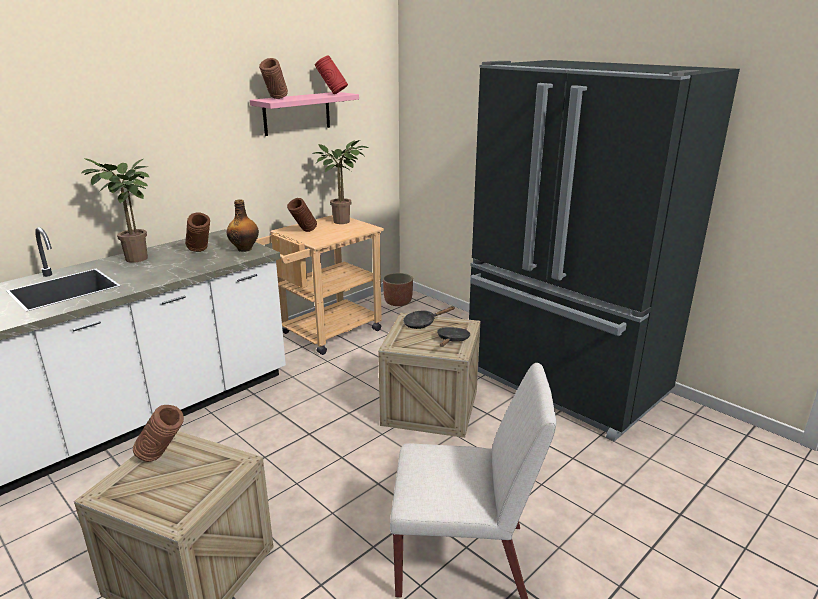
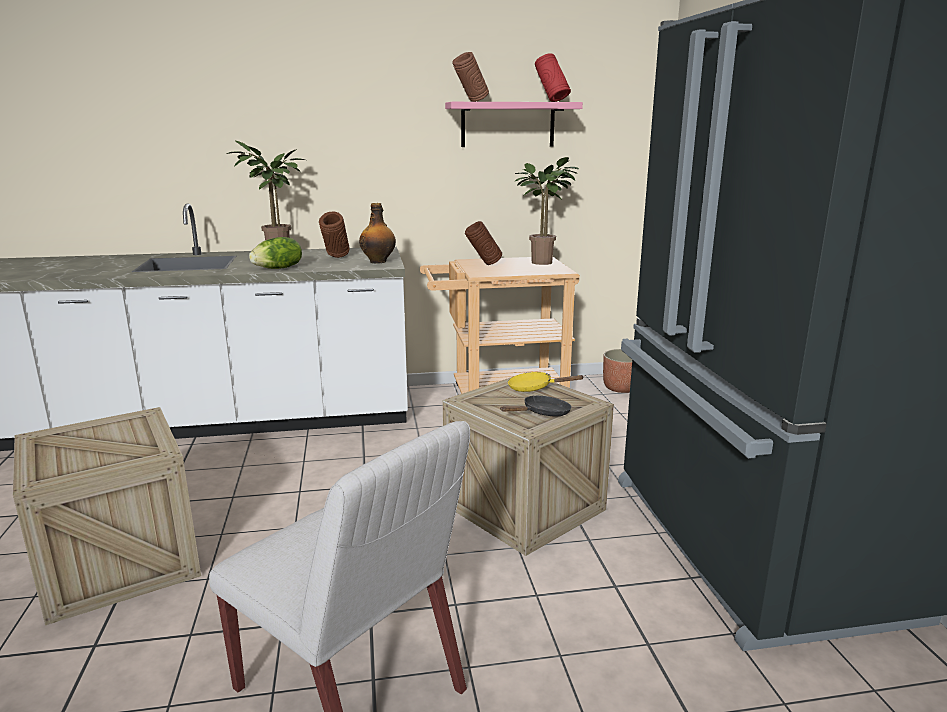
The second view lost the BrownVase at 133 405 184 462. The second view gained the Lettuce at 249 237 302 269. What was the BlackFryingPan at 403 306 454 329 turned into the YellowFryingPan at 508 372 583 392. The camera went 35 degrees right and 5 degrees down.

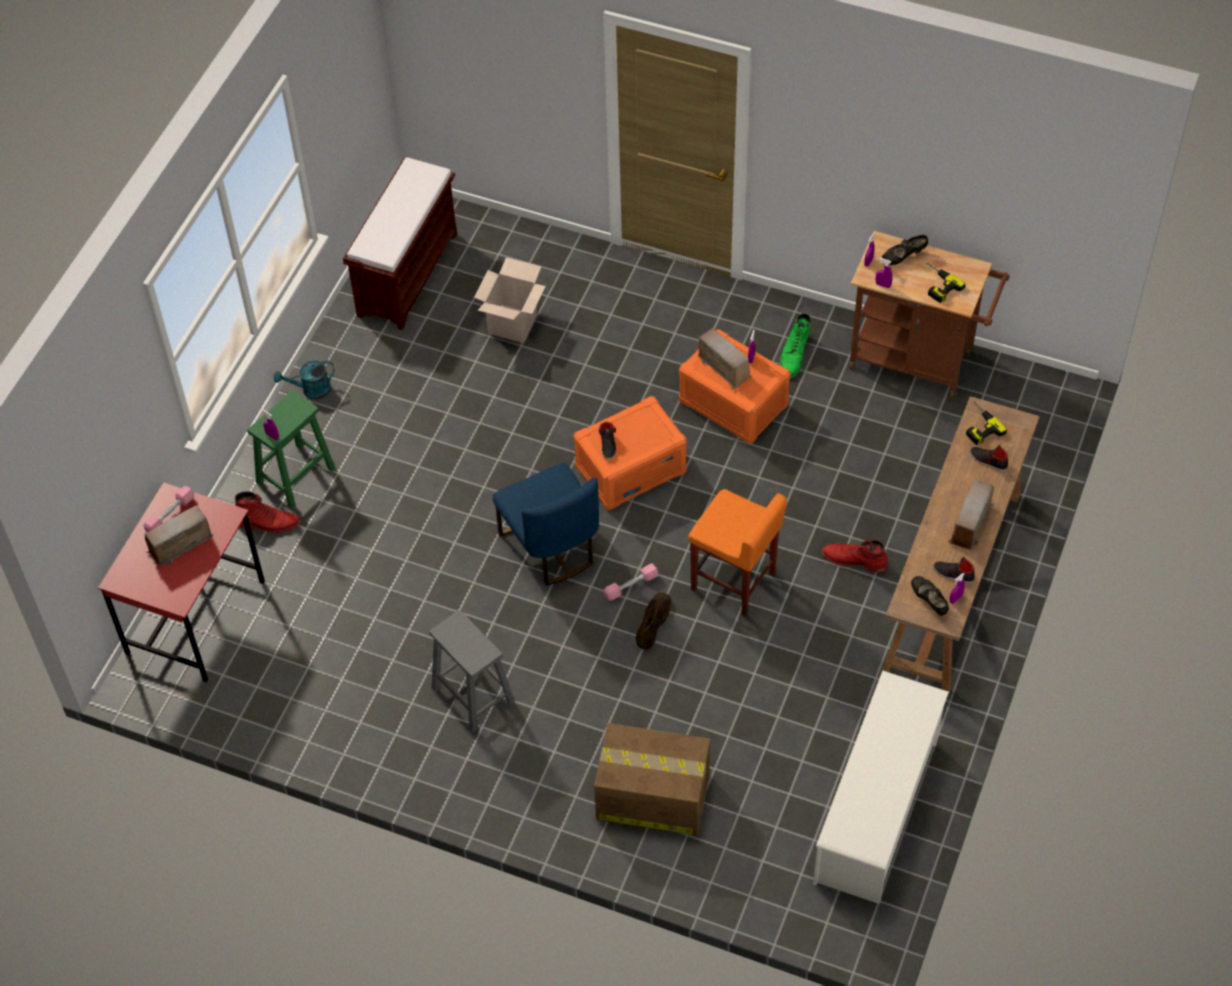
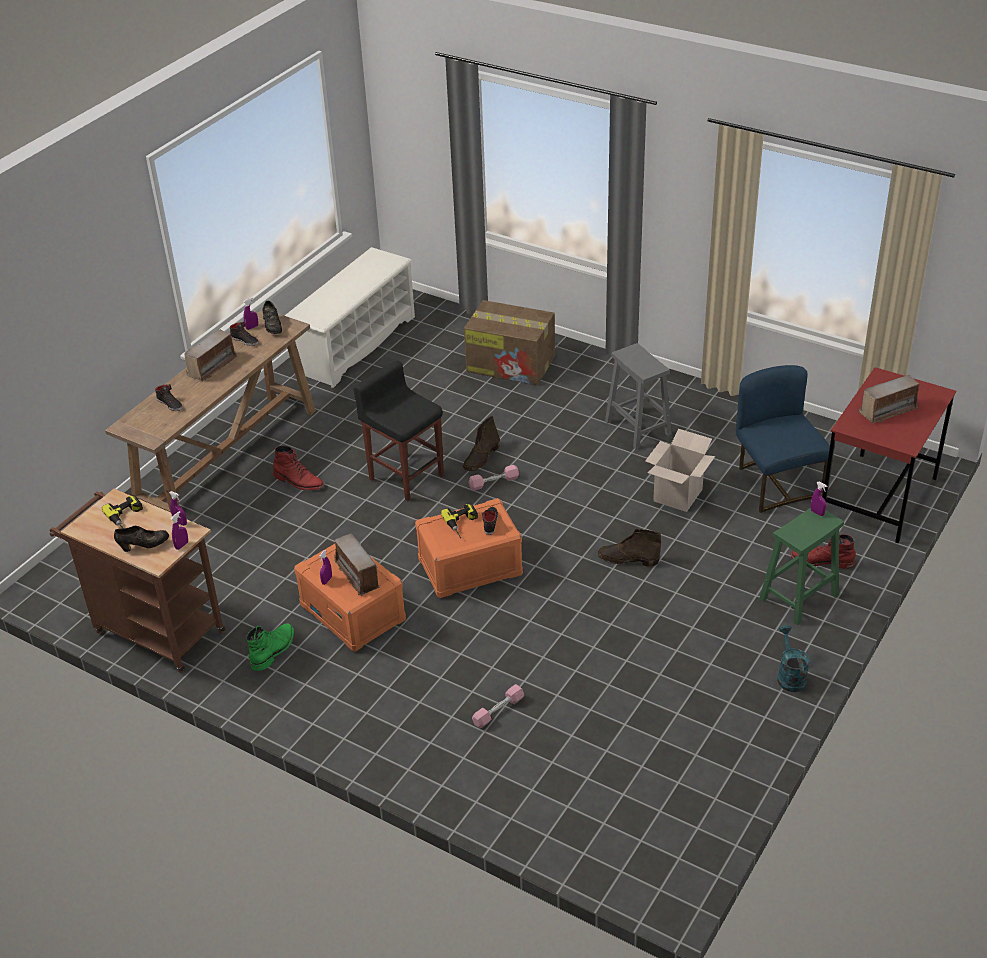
The second view lost the BrownBench at 343 156 457 330. The second view gained the BrownBoot at 598 529 661 567. The PinkDumbbell ended up elsewhere, having gone from 143 486 194 532 to 472 684 524 728. The CardboardBox ended up elsewhere, having gone from 474 257 546 343 to 645 429 715 512. The BlueChair ended up elsewhere, having gone from 493 463 599 586 to 736 365 830 513. The PowerDrill ended up elsewhere, having gone from 966 401 1007 445 to 441 504 478 538. What was the OrangeStool at 688 489 787 617 turned into the BlackStool at 354 361 444 501. The TurquoiseWateringCan at 274 360 335 399 ended up facing another way, 90 degrees counterclockwise from before. The camera went 170 degrees left and 15 degrees down.

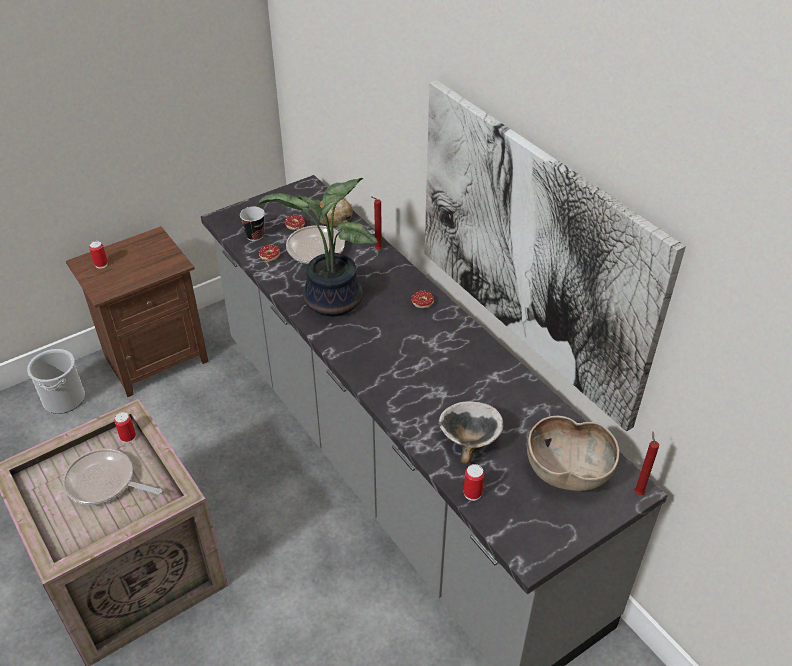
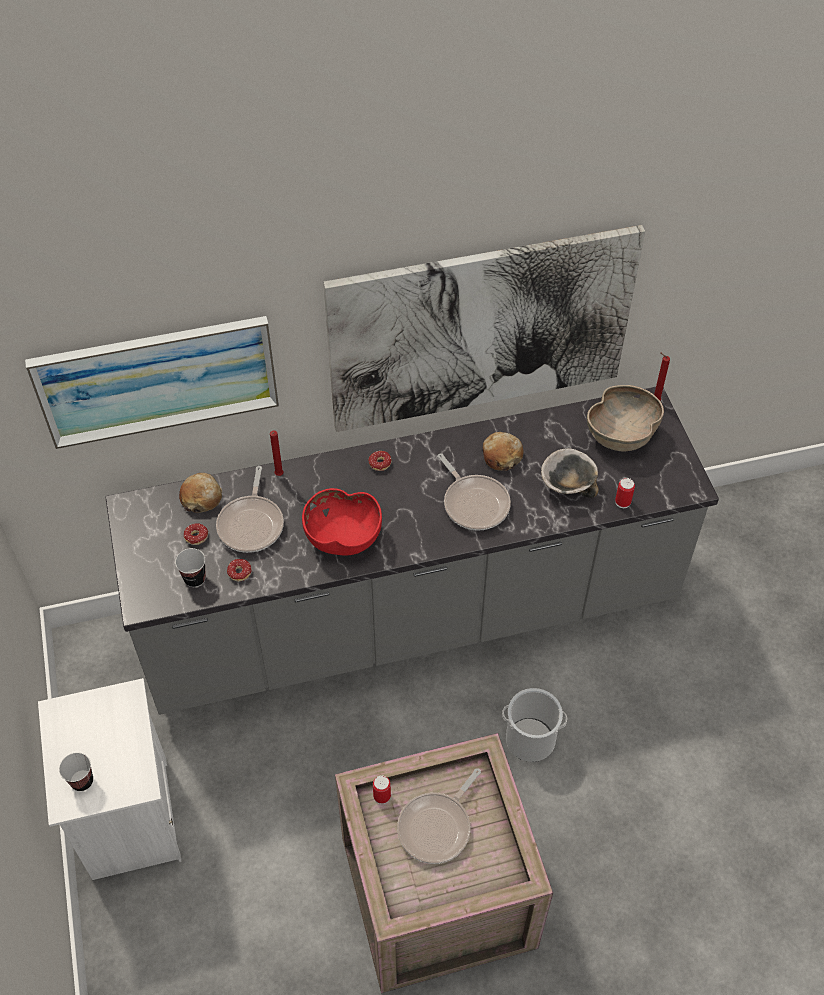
The second view gained the Picture at 25 316 279 449. The second view gained the FryingPan at 437 453 511 531. The second view gained the Bread at 483 432 523 471. The Bucket ended up elsewhere, having gone from 27 349 85 414 to 502 688 567 762. Where the Can stood at 89 241 108 269, the Cup came to stand at 59 752 93 791. Where the PottedPlant stood at 258 178 378 316, the RedBowl came to stand at 302 488 382 556. What was the BrownNightstand at 66 226 209 397 turned into the WhiteNightstand at 38 678 181 880. The camera went 70 degrees left and 10 degrees up.

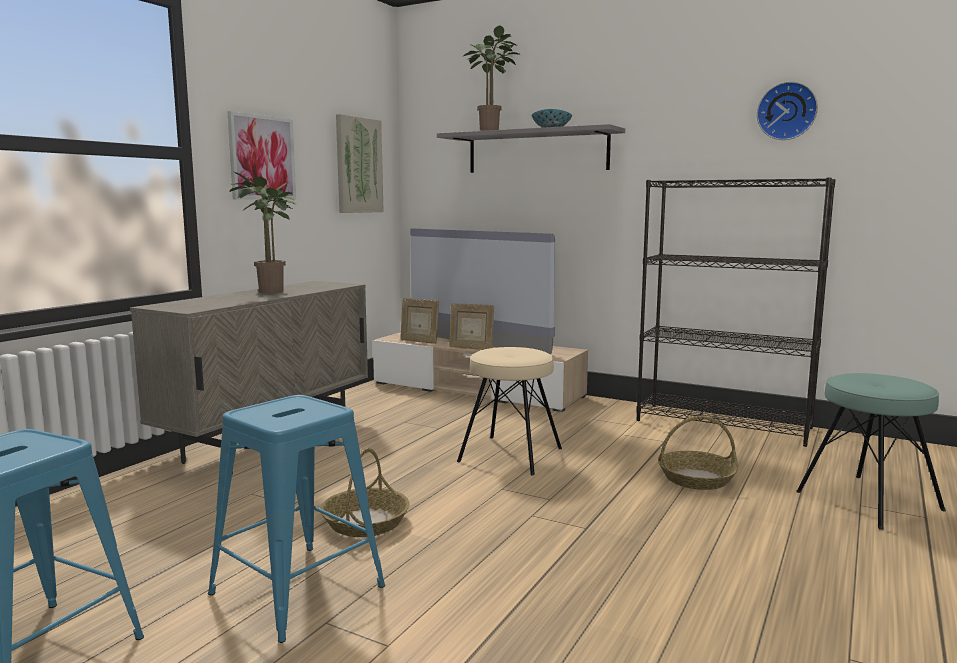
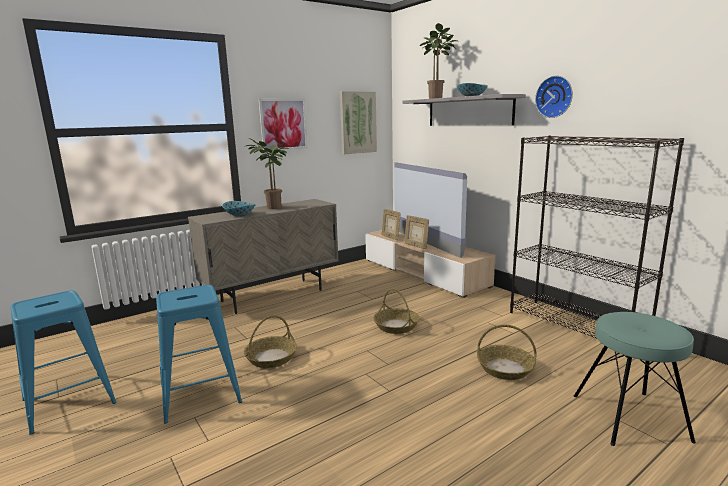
The second view gained the Bowl at 222 201 256 217. The WallClock ended up elsewhere, having gone from 757 81 818 140 to 535 76 573 118. Where the BeigeStool stood at 457 347 562 475, the Basket came to stand at 373 288 419 334. The camera went 25 degrees right and 5 degrees up.

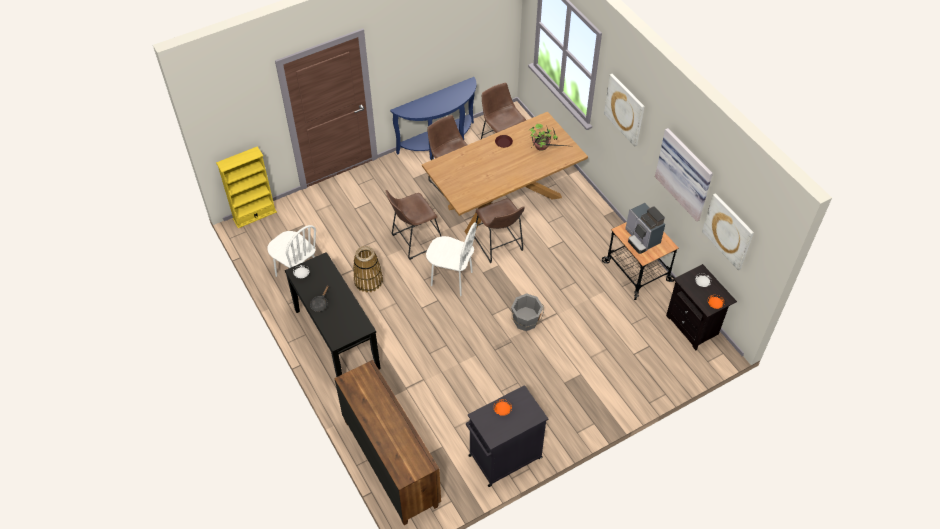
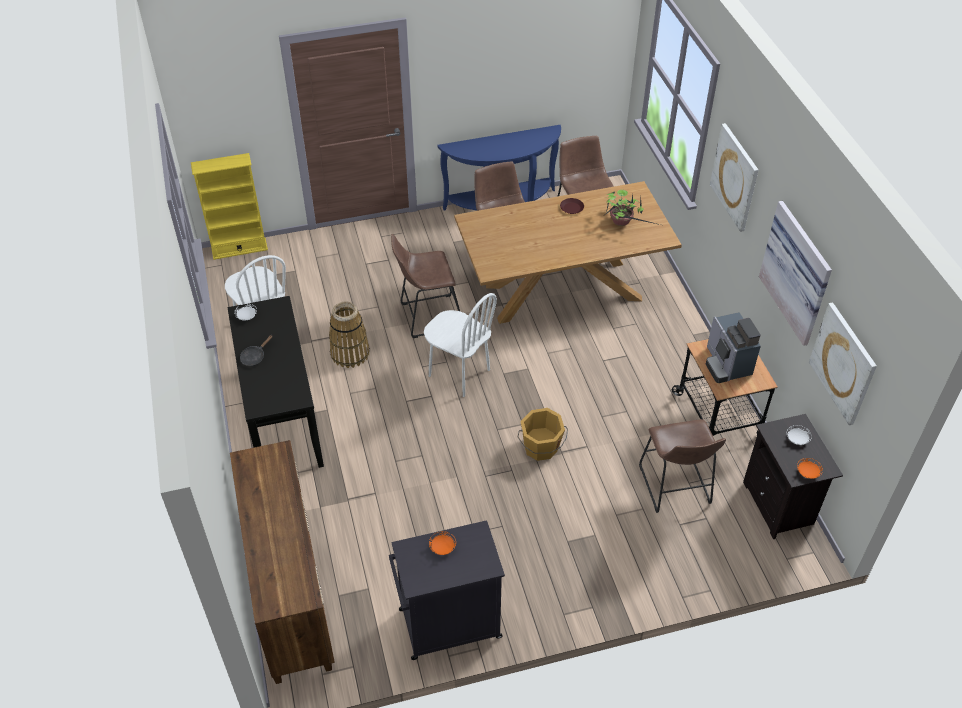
The BrownStool ended up elsewhere, having gone from 474 198 525 263 to 639 419 726 513. What was the GreyBucket at 511 293 544 331 turned into the OrangeBucket at 518 408 568 461. The camera went 15 degrees right and 5 degrees down.

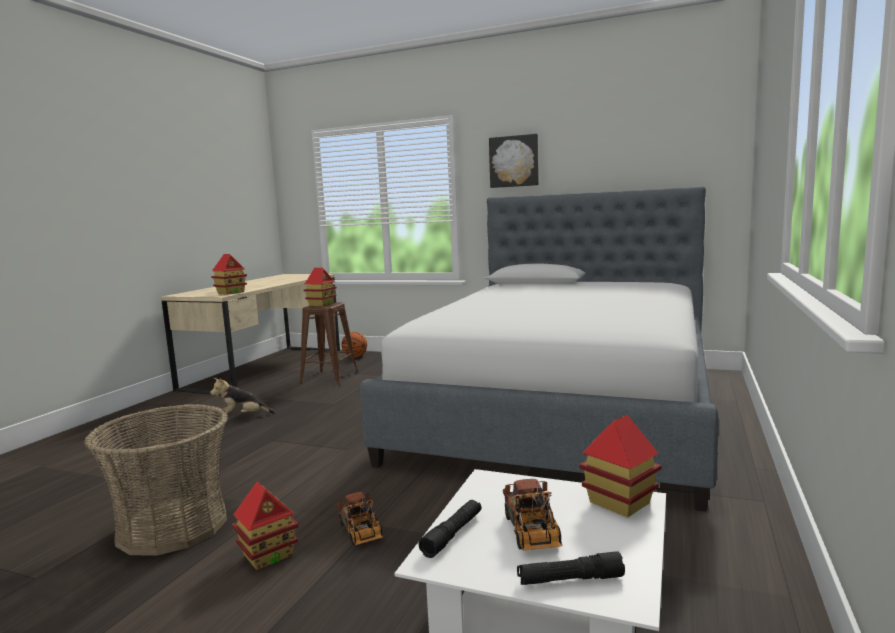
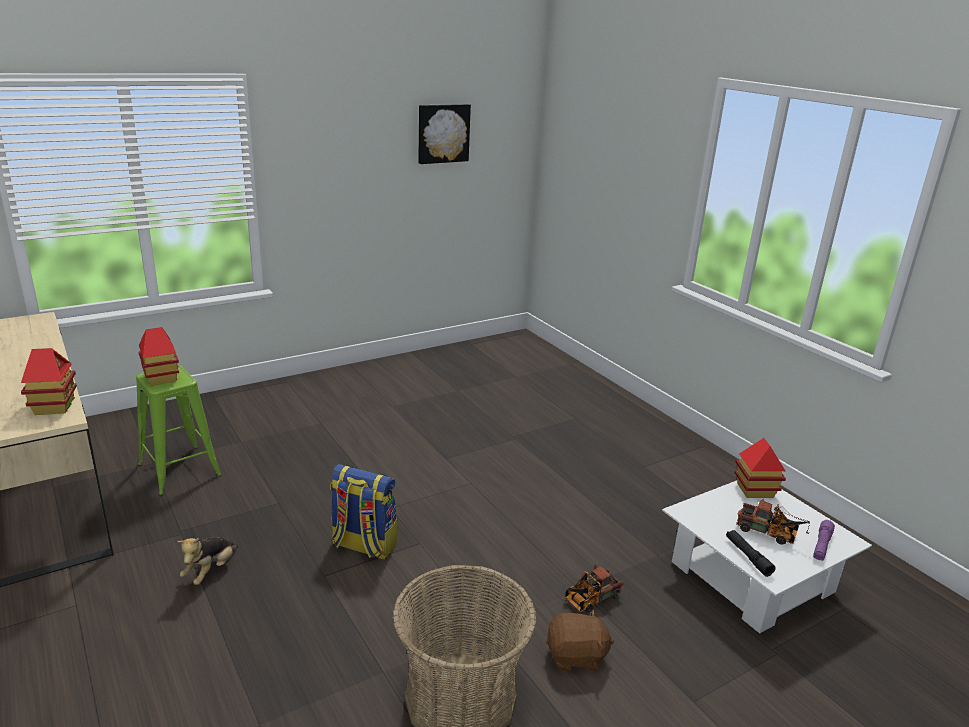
The second view lost the Basketball at 341 332 367 357. The second view lost the Bed at 360 186 719 511. The second view gained the Backpack at 330 464 397 560. The Picture ended up elsewhere, having gone from 489 134 539 188 to 418 104 471 164. Where the ToyHouse stood at 232 482 299 570, the BrownPlushToy came to stand at 546 609 614 671. What was the BrownStool at 299 302 359 385 turned into the GreenStool at 136 365 222 496. What was the BlackFlashlight at 517 551 625 585 turned into the PurpleFlashlight at 813 520 835 561. The ToyTruck at 337 492 383 545 ended up facing another way, 135 degrees clockwise from before. The camera went 55 degrees left and 15 degrees up.

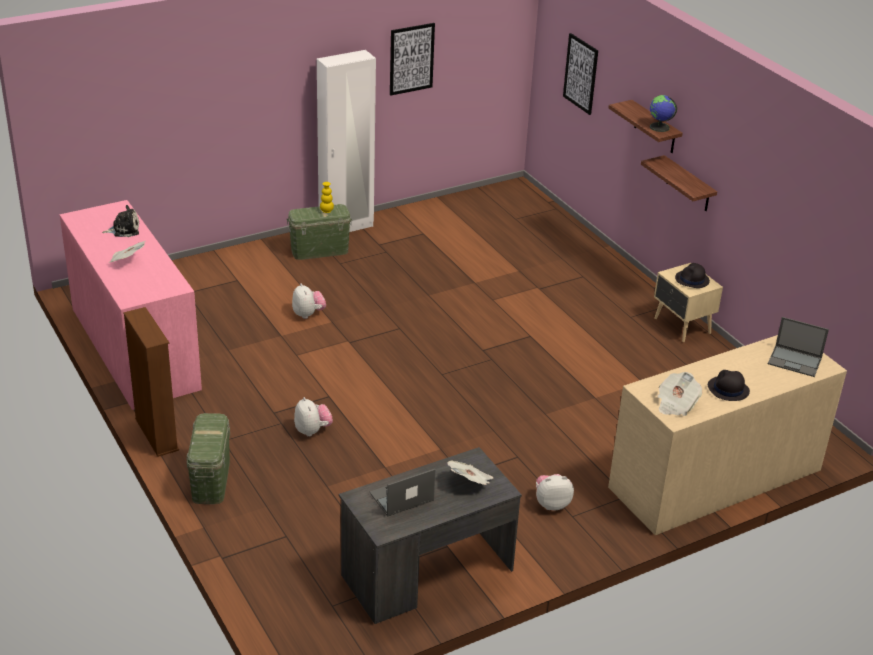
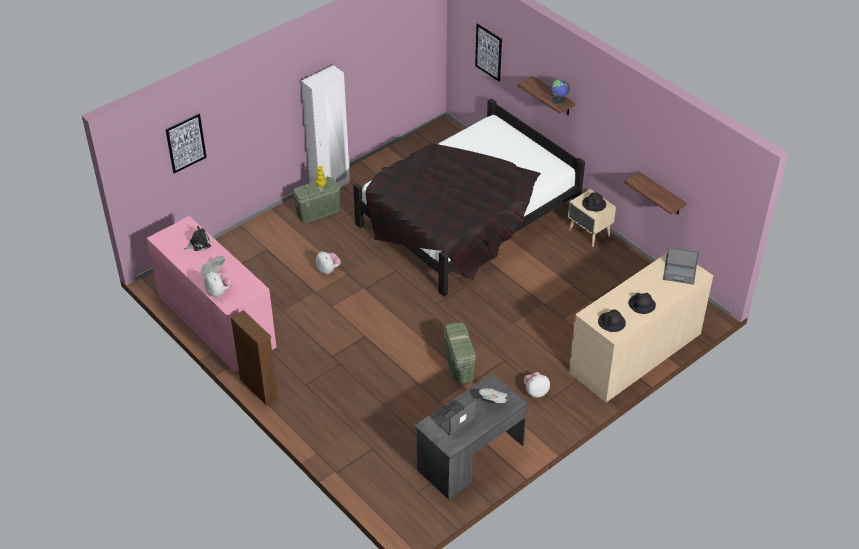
The second view gained the BlackBed at 353 98 585 297. The GreenStorageBox ended up elsewhere, having gone from 186 413 230 504 to 444 323 476 383. The PlushToy ended up elsewhere, having gone from 294 397 333 437 to 204 271 233 297. The Picture ended up elsewhere, having gone from 390 23 435 96 to 165 113 207 173. The Shelf ended up elsewhere, having gone from 641 155 717 211 to 625 172 687 215. Where the Newspaper stood at 657 372 702 416, the BlackHat came to stand at 598 309 626 332. The camera went 10 degrees left and 10 degrees up.

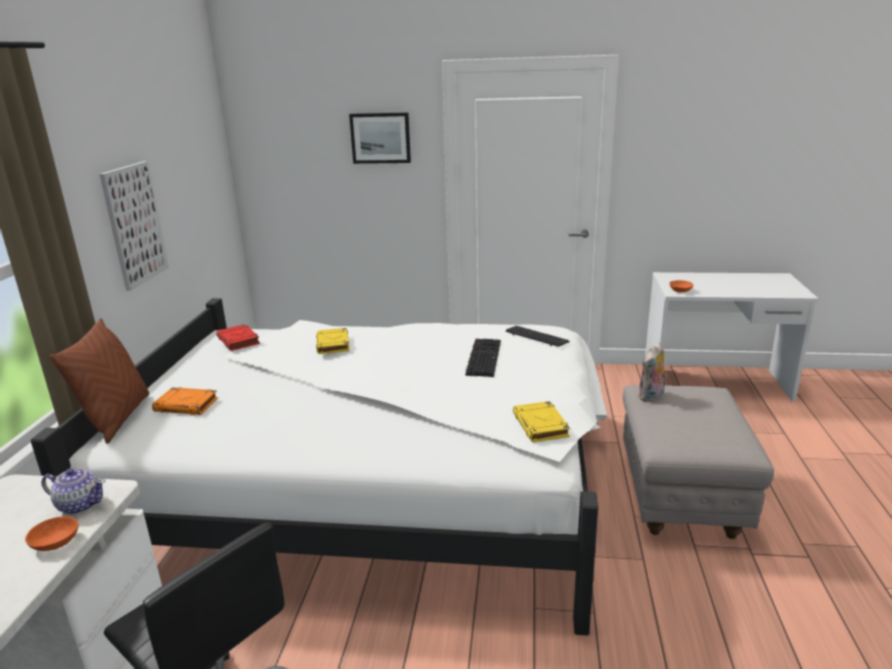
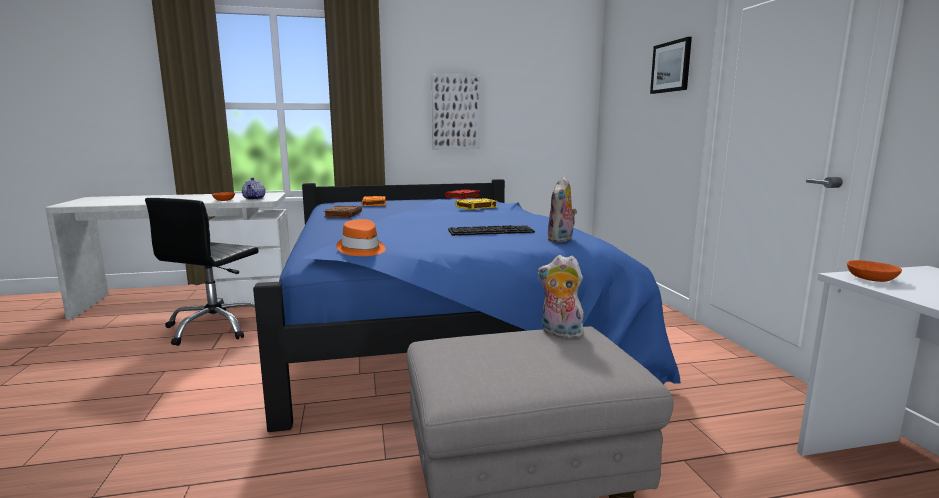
The second view lost the BrownPillow at 50 318 149 444. The second view gained the BrownBook at 324 206 362 218. Where the Keyboard stood at 505 326 570 347, the PlushToy came to stand at 547 177 577 242. Where the YellowBook stood at 513 401 570 442, the OrangeHat came to stand at 336 219 386 256. What was the WhiteBed at 31 298 607 636 turned into the BlueBed at 253 179 681 432. The camera went 70 degrees right and 10 degrees down.

